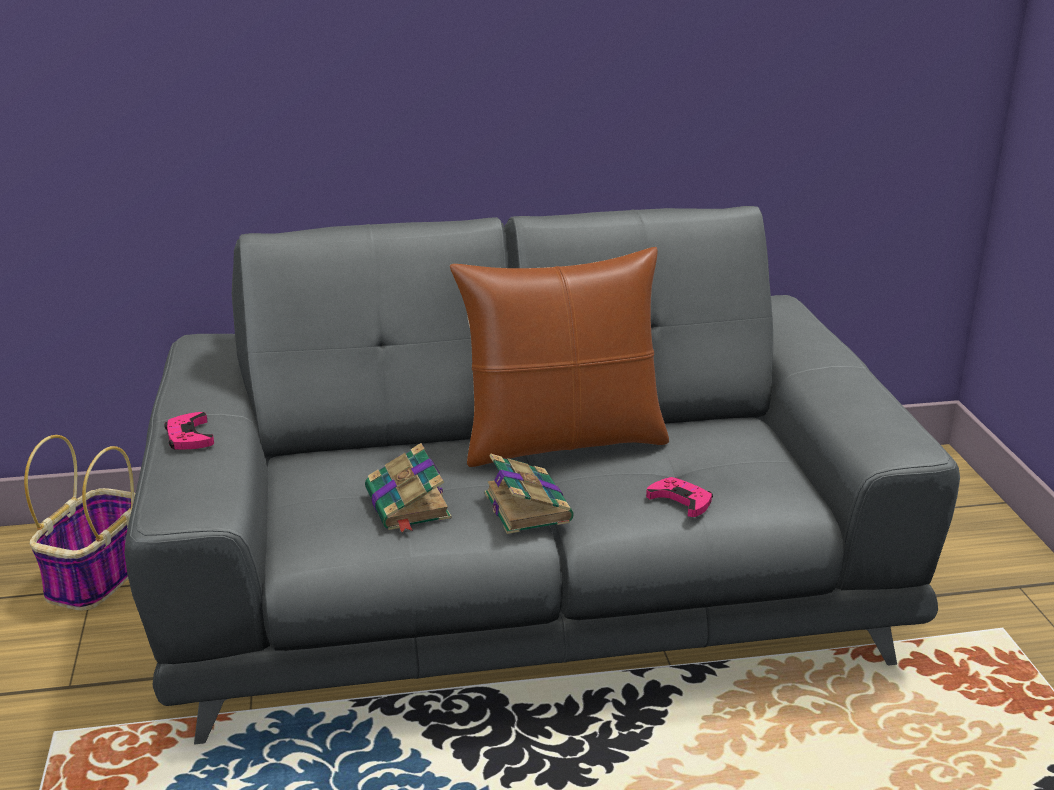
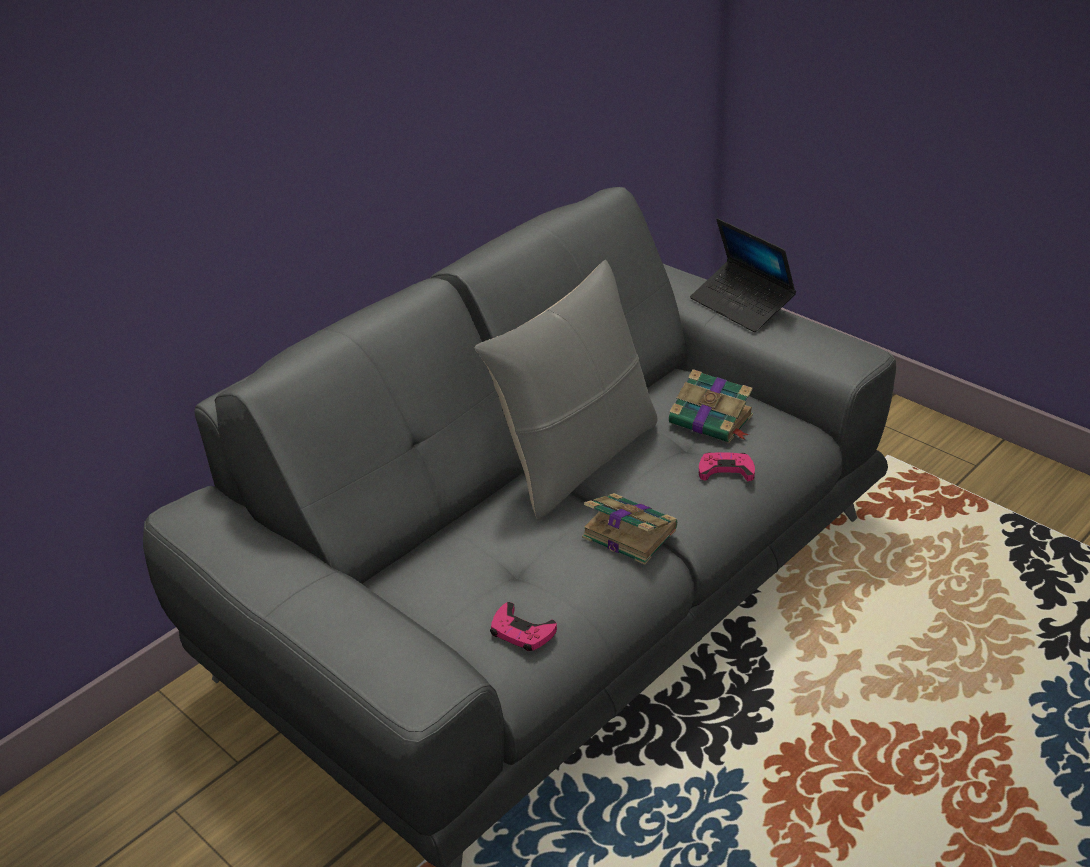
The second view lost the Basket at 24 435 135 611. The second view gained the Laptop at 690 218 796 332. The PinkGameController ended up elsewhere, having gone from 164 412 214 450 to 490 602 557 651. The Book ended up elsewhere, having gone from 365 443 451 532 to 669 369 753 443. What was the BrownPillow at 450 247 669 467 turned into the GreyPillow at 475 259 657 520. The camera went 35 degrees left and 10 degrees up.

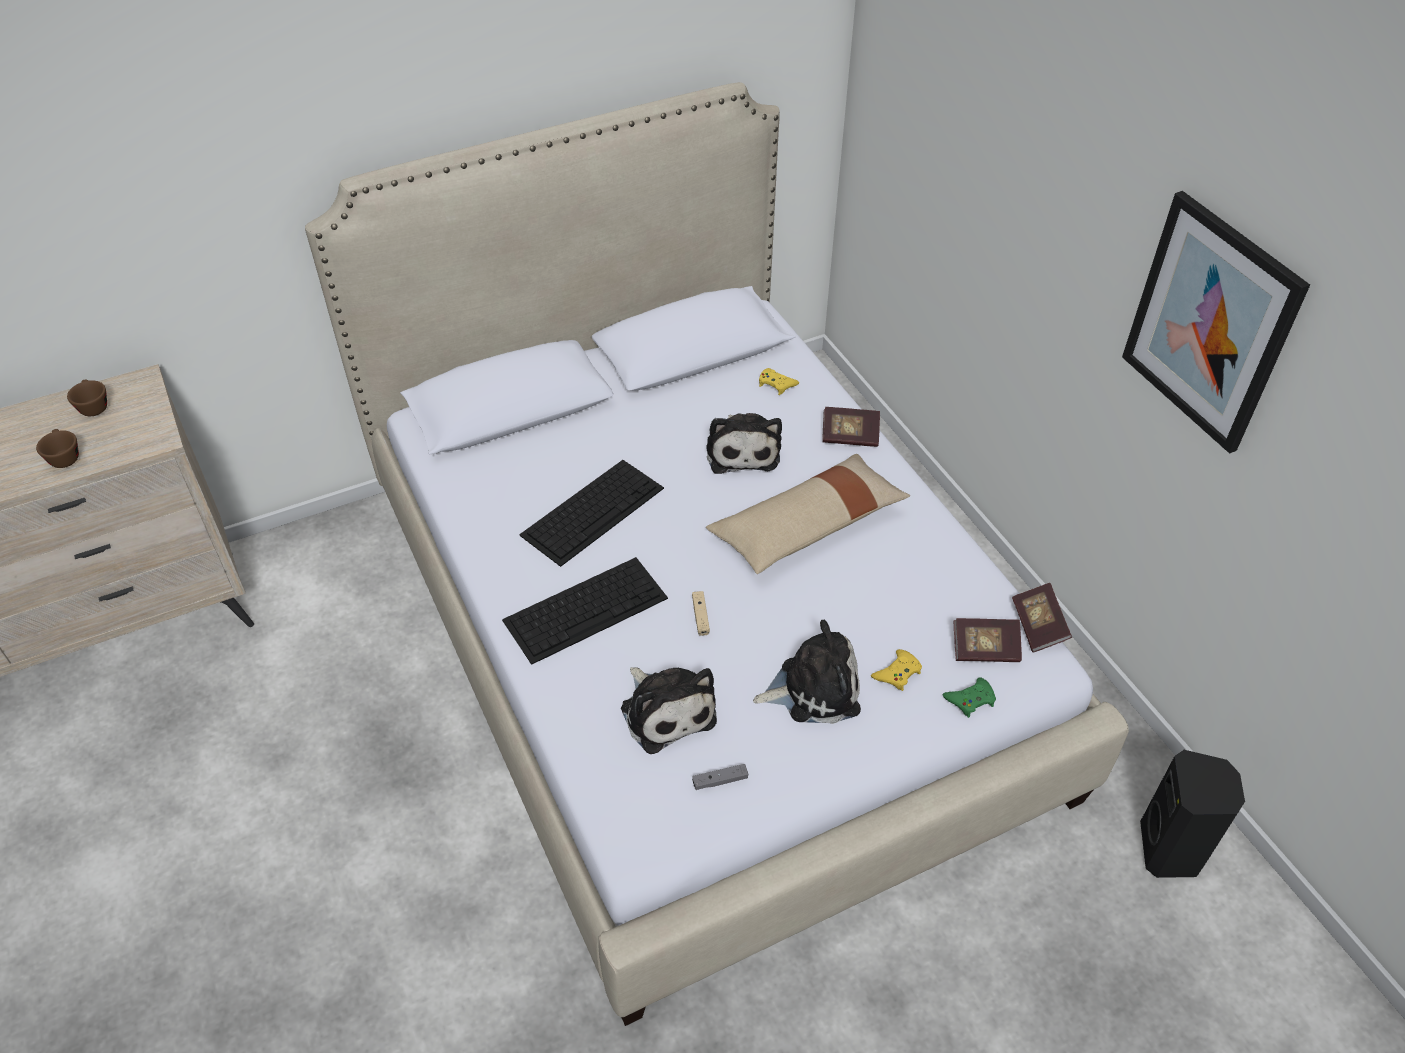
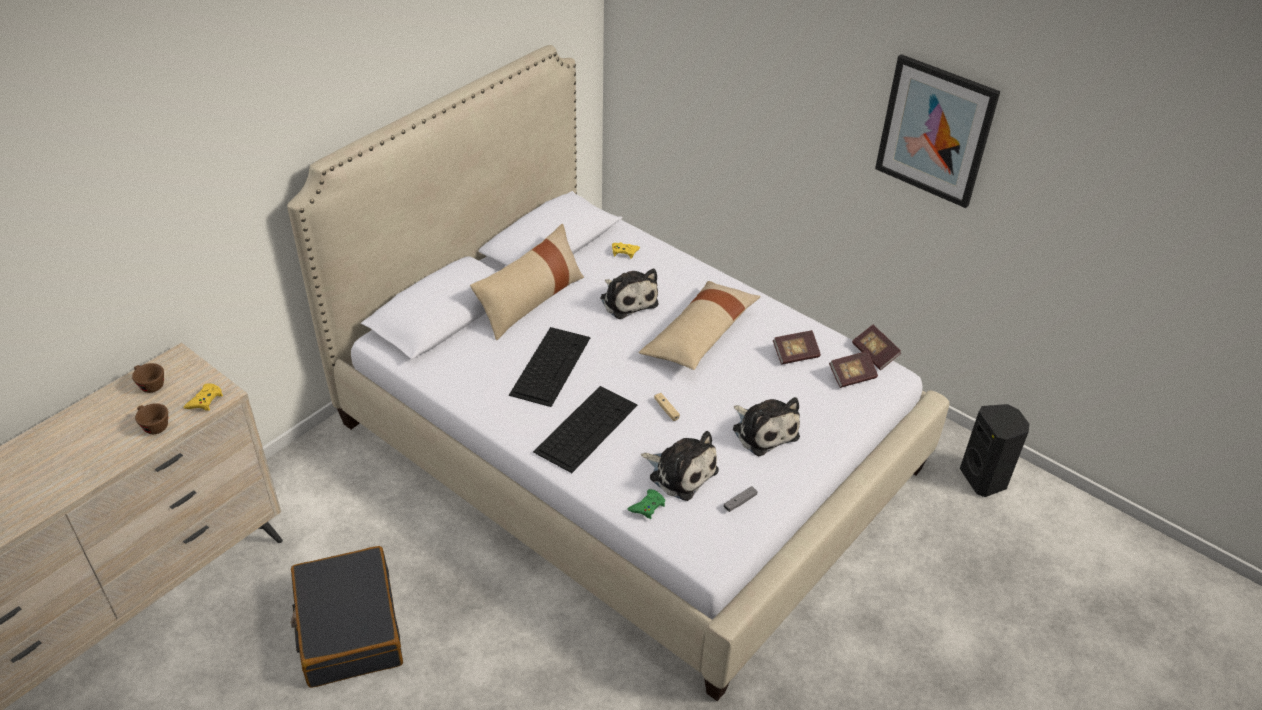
The second view gained the BlackSuitcase at 291 546 403 688. The second view gained the BeigePillow at 470 224 584 341. The Book ended up elsewhere, having gone from 822 407 880 447 to 773 330 821 365. The YellowGameController ended up elsewhere, having gone from 871 649 922 691 to 184 383 223 411. The GreenGameController ended up elsewhere, having gone from 943 678 996 718 to 627 489 665 519. The PlushToy at 753 620 861 724 ended up facing another way, 90 degrees clockwise from before. The camera went 25 degrees left and 5 degrees down.

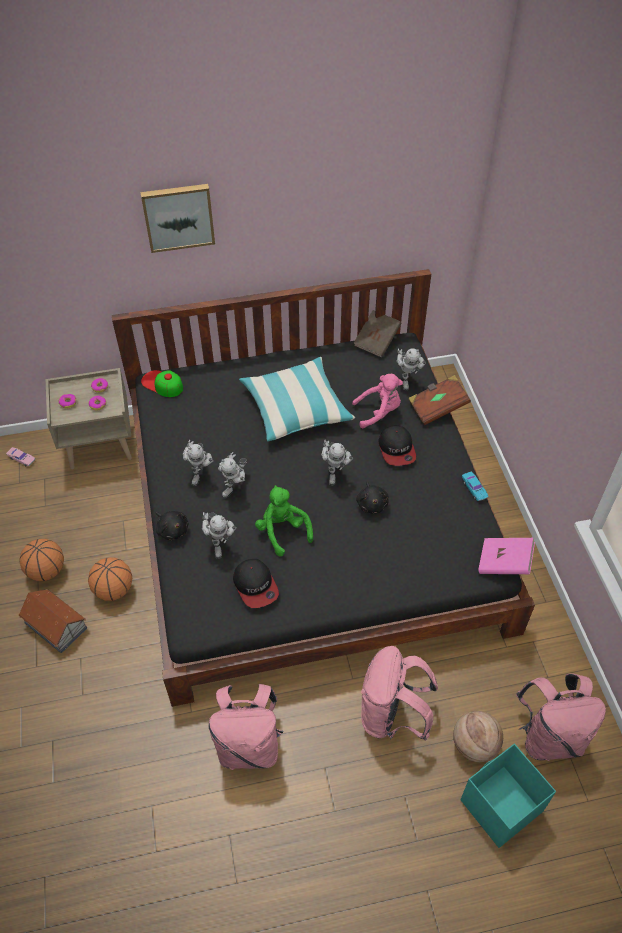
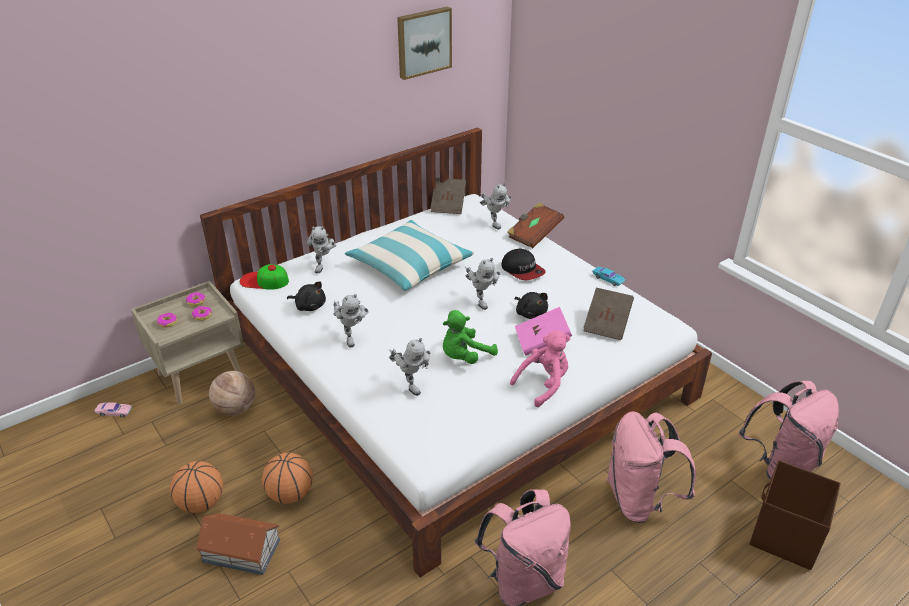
The second view lost the Cap at 233 559 279 608. The second view gained the BrownBook at 583 288 634 340. The Picture ended up elsewhere, having gone from 140 184 215 253 to 397 7 452 80. The BlackPlushToy ended up elsewhere, having gone from 156 511 188 541 to 287 281 326 311. The ToyRobot ended up elsewhere, having gone from 218 452 247 498 to 307 226 336 273. The PinkPlushToy ended up elsewhere, having gone from 352 374 403 428 to 510 330 571 407. The Basketball ended up elsewhere, having gone from 453 711 503 762 to 209 371 255 416. The PinkBook ended up elsewhere, having gone from 478 538 535 574 to 515 307 572 356. What was the BlackBed at 112 269 535 707 turned into the WhiteBed at 200 127 712 577. What was the TurquoiseStorageBox at 461 744 556 848 turned into the BrownStorageBox at 750 460 841 570. The GreenPlushToy at 255 485 313 557 ended up facing another way, 75 degrees counterclockwise from before. The camera went 25 degrees left and 15 degrees down.

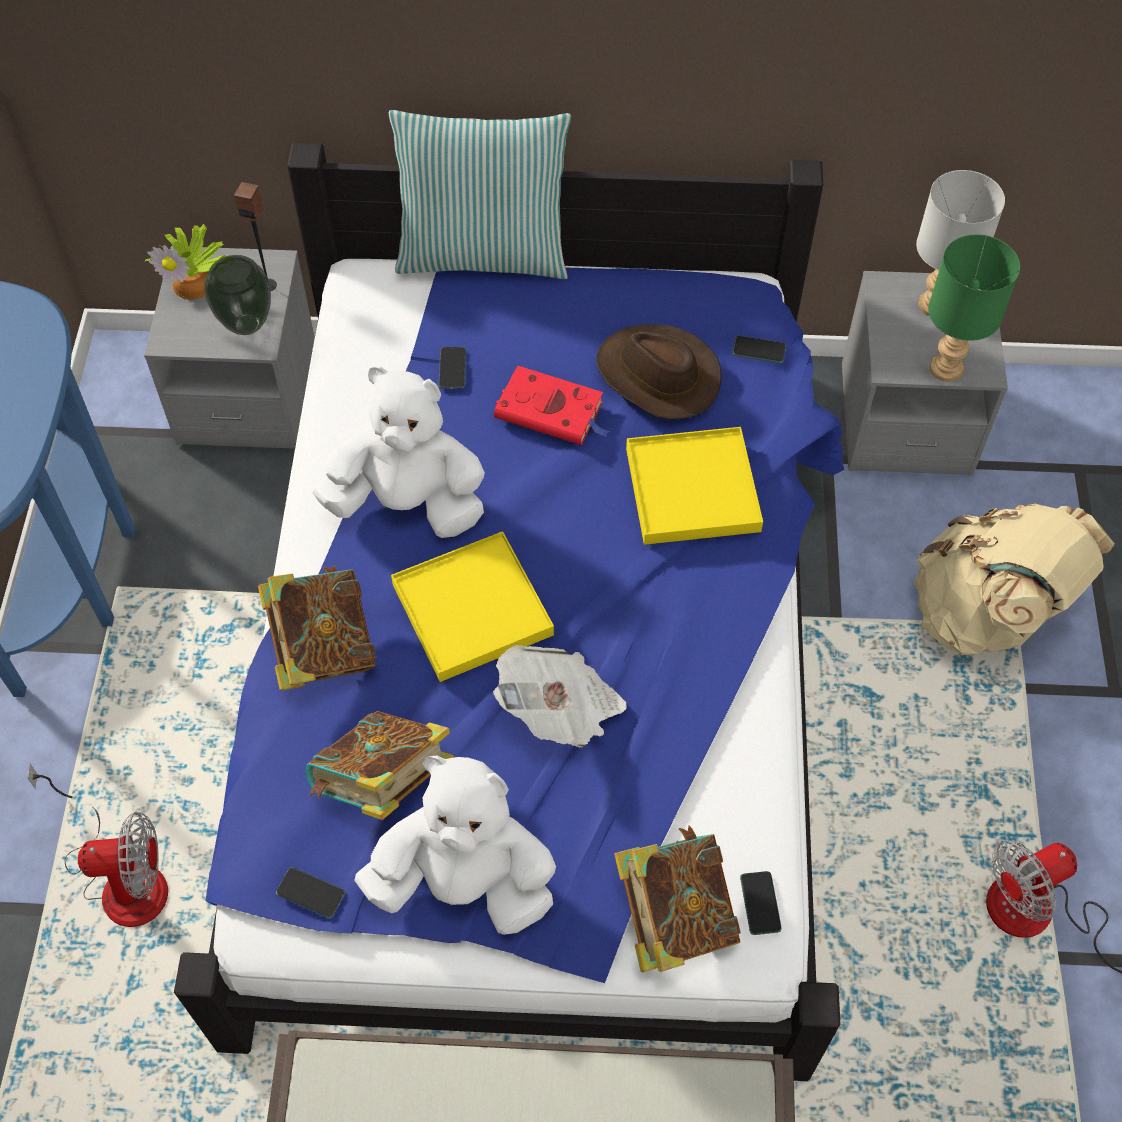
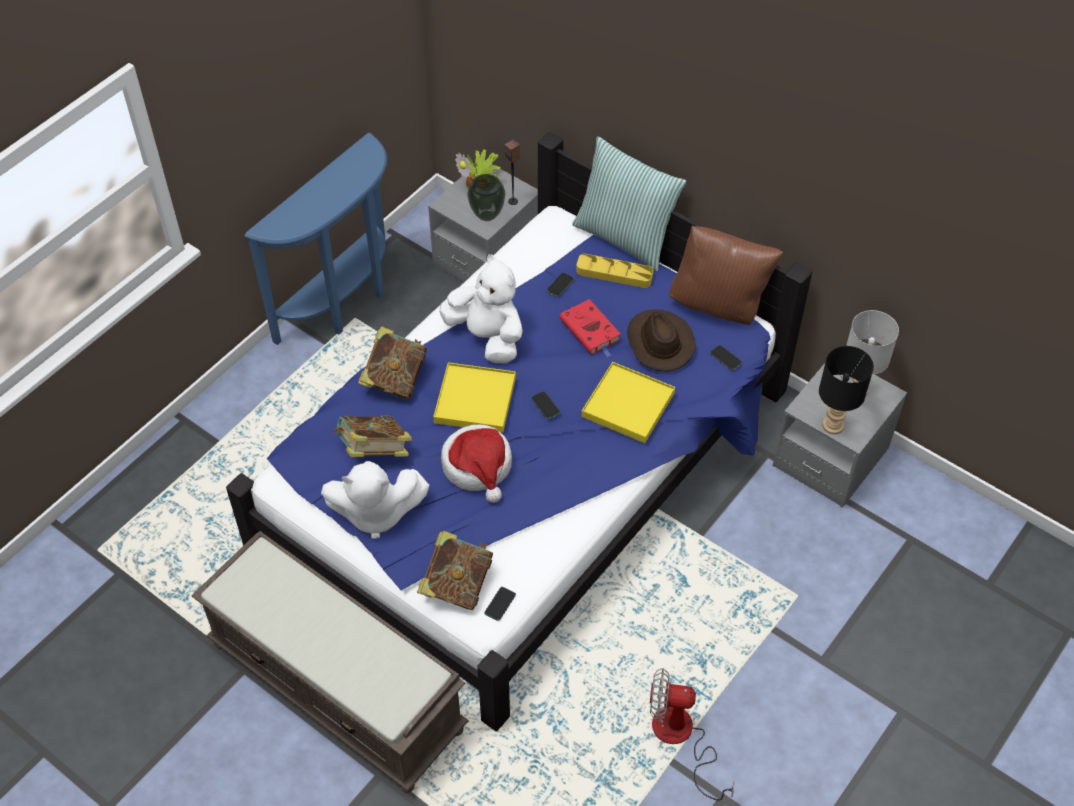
The second view lost the Fan at 28 763 168 927. The second view lost the BeigeBackpack at 914 504 1115 655. The second view gained the YellowTray at 576 254 653 288. The second view gained the BrownPillow at 669 226 783 325. The Phone ended up elsewhere, having gone from 276 867 345 918 to 531 391 561 419. Where the Newspaper stood at 493 645 627 748, the Hat came to stand at 441 425 512 503. What was the GreenTableLamp at 928 234 1020 382 turned into the BlackTableLamp at 819 346 874 434. The WhitePlushToy at 354 755 556 935 ended up facing another way, 135 degrees clockwise from before. The camera went 35 degrees right and 5 degrees down.

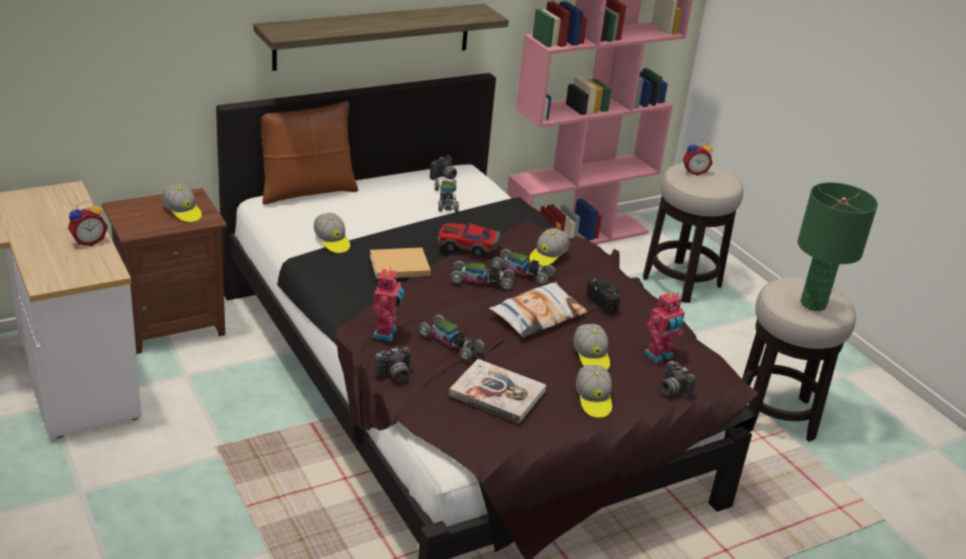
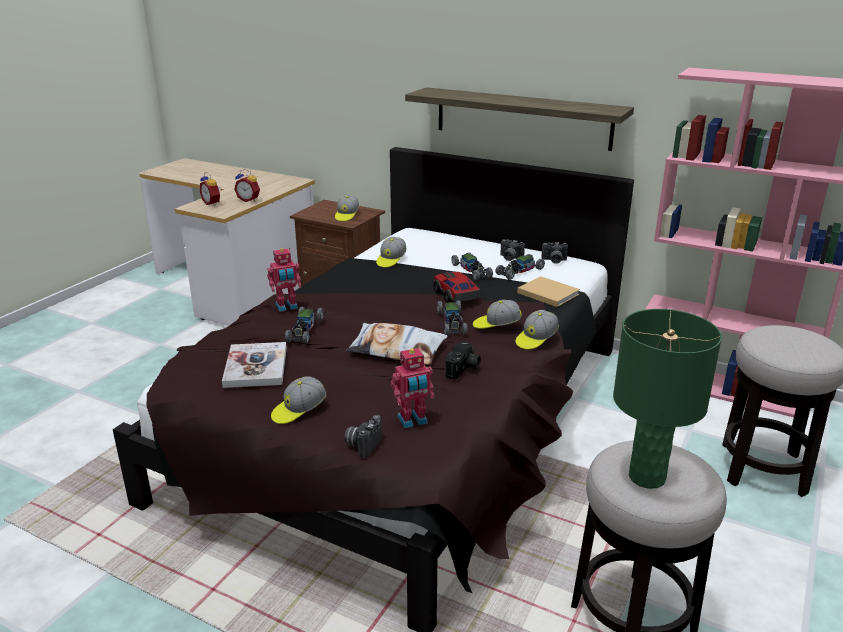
The second view lost the BrownPillow at 261 101 358 205. The BeigeBook ended up elsewhere, having gone from 370 248 431 279 to 517 276 580 307. The PhotoCamera ended up elsewhere, having gone from 374 347 411 381 to 500 239 525 261. The ToyCar ended up elsewhere, having gone from 450 261 515 290 to 451 252 493 280. The Cap ended up elsewhere, having gone from 573 324 610 370 to 516 310 559 350. The AlarmClock ended up elsewhere, having gone from 683 139 713 176 to 200 172 221 206. The ToyRobot at 644 292 685 363 ended up facing another way, 45 degrees counterclockwise from before. The camera went 60 degrees right and 5 degrees down.

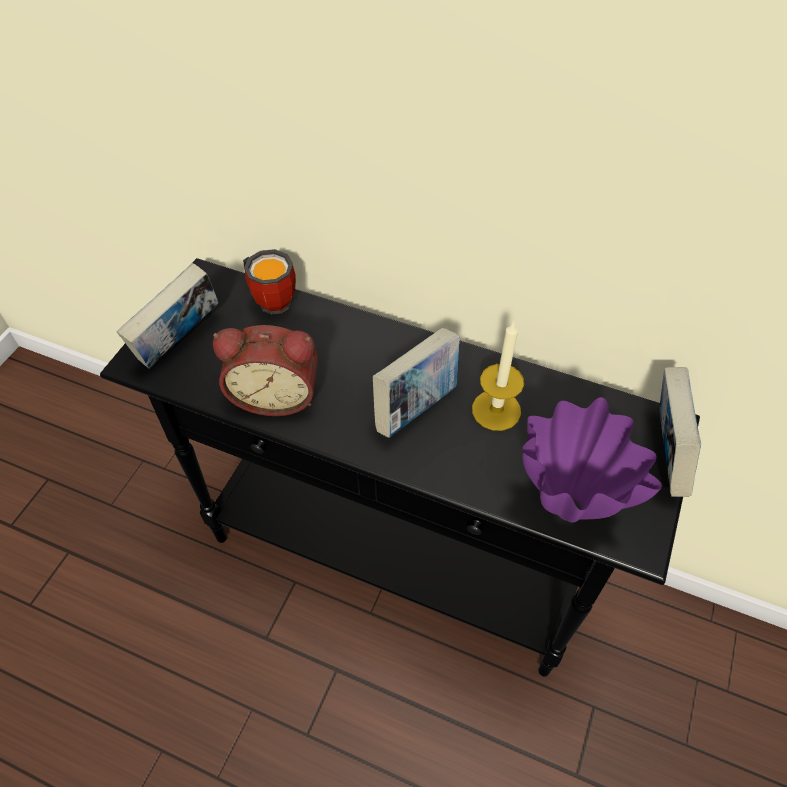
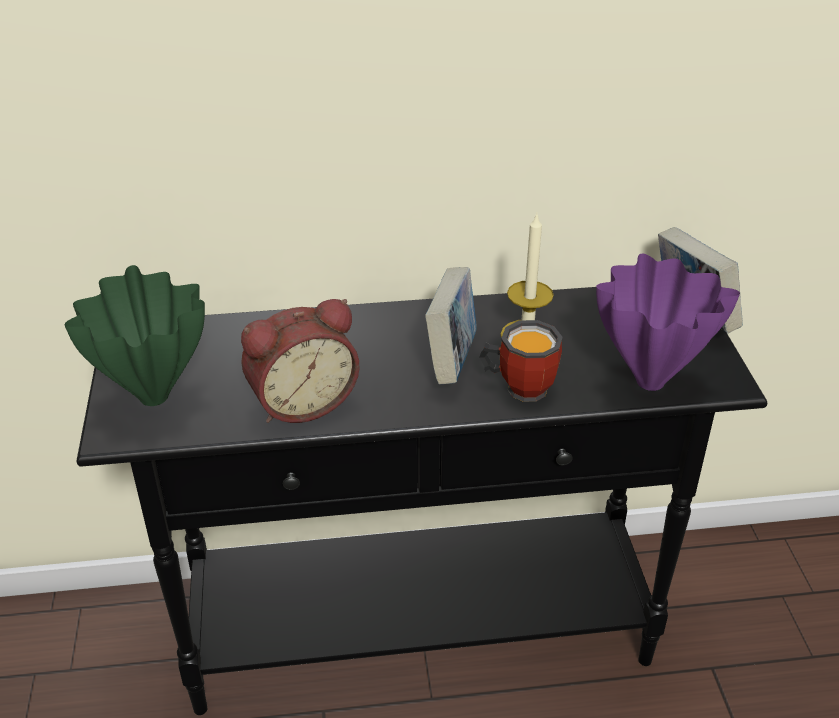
The Mug ended up elsewhere, having gone from 243 249 296 315 to 479 320 562 402. Where the Book stood at 117 263 218 369, the GreenVase came to stand at 64 265 205 406. The camera went 30 degrees left and 15 degrees down.

